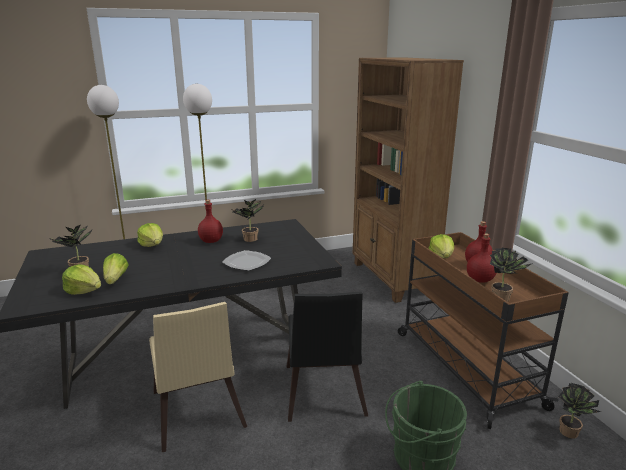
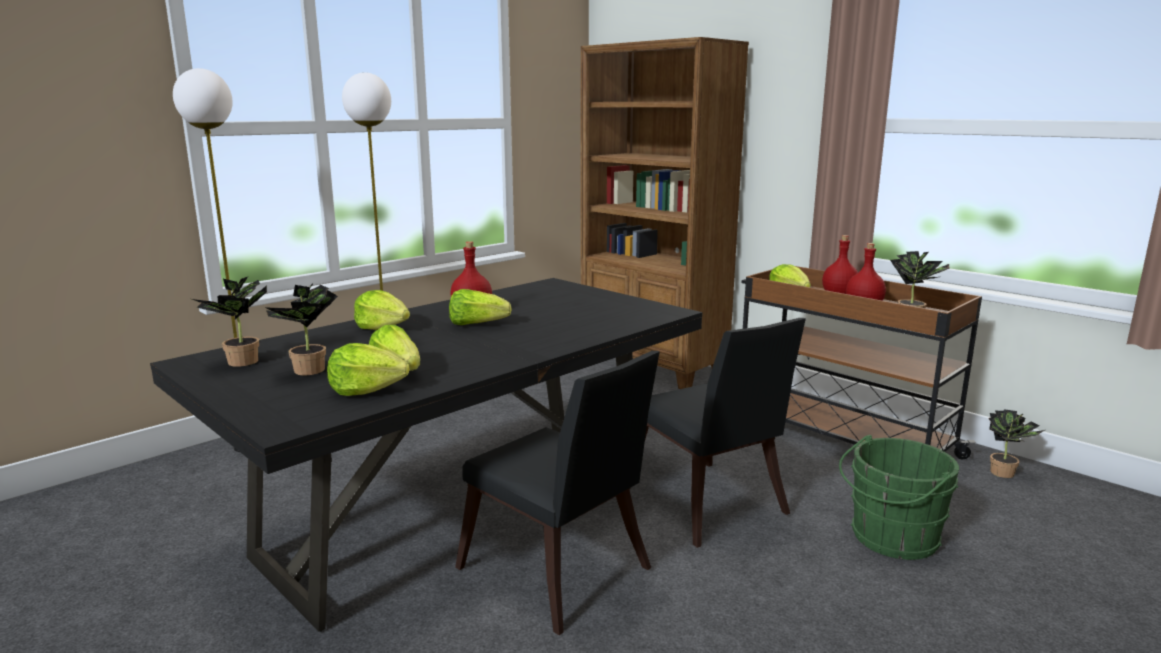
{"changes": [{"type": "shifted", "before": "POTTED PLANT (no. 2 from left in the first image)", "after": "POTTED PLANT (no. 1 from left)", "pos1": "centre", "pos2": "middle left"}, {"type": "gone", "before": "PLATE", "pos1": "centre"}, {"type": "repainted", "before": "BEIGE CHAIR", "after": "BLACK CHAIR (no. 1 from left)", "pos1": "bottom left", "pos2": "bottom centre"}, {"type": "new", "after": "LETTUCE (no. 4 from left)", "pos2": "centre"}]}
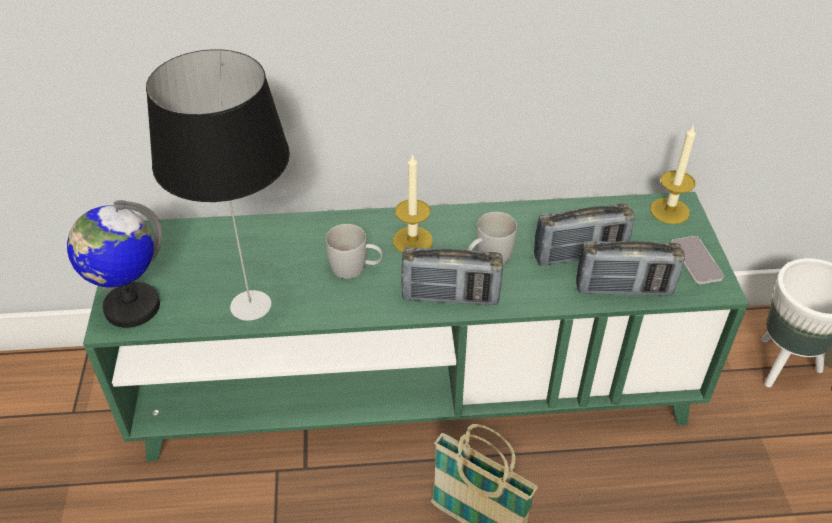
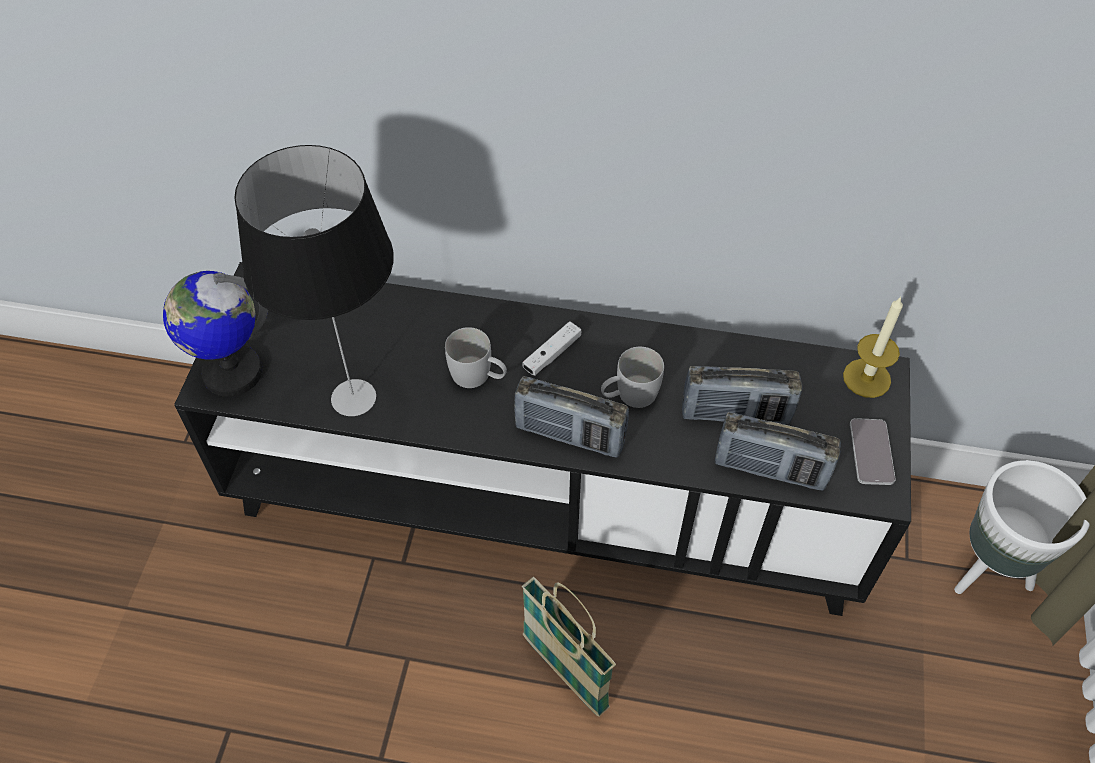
{"changes": [{"type": "swapped", "before": "CANDLE (no. 1 from left)", "after": "WHITE GAME CONTROLLER", "pos1": "centre", "pos2": "centre"}, {"type": "repainted", "before": "GREEN TV STAND", "after": "BLACK TV STAND", "pos1": "centre", "pos2": "centre"}]}
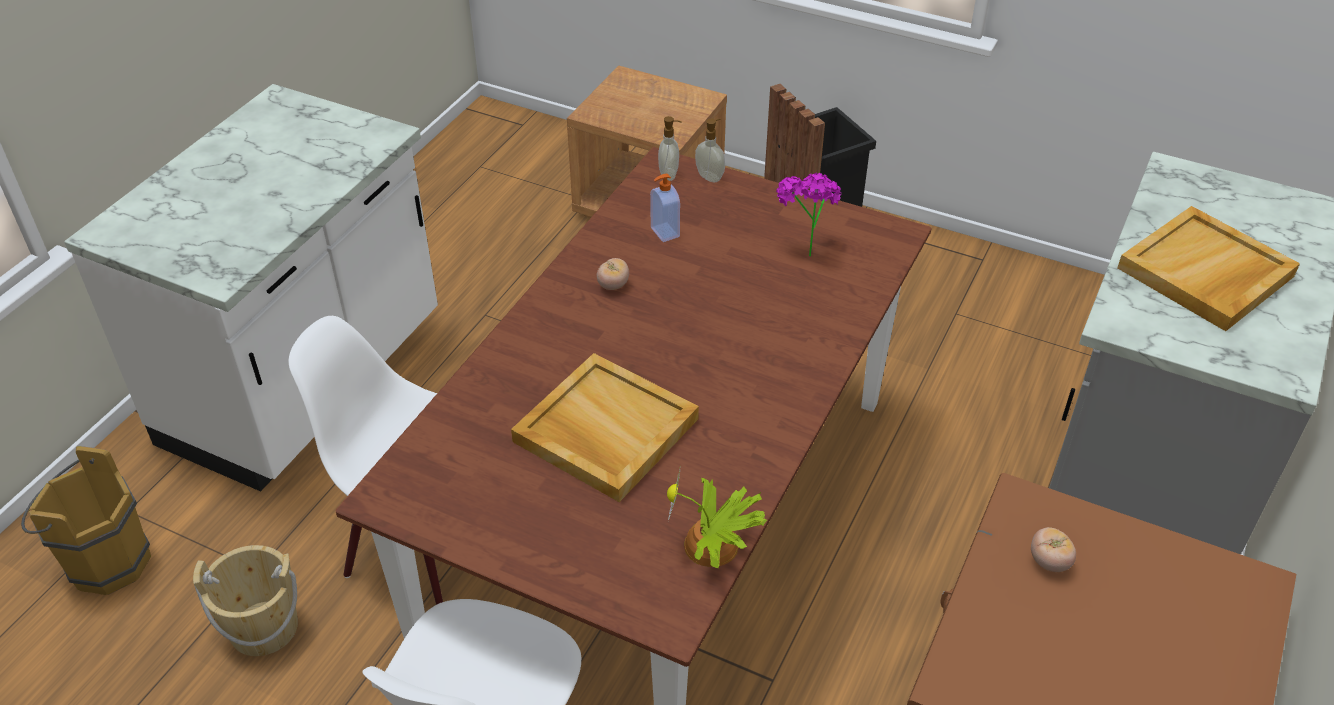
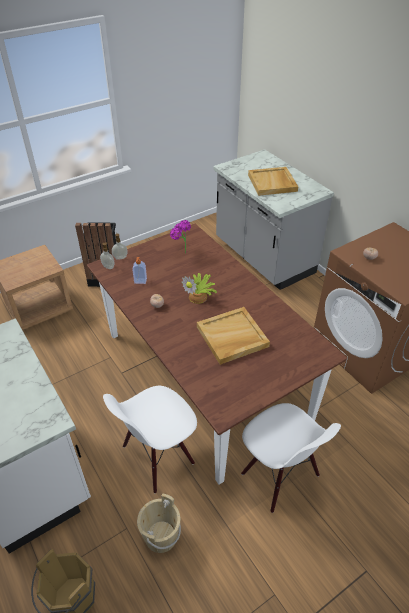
{"changes": [{"type": "shifted", "before": "POTTED PLANT (no. 1 from left in the first image)", "after": "POTTED PLANT (no. 2 from left)", "pos1": "bottom centre", "pos2": "centre"}]}
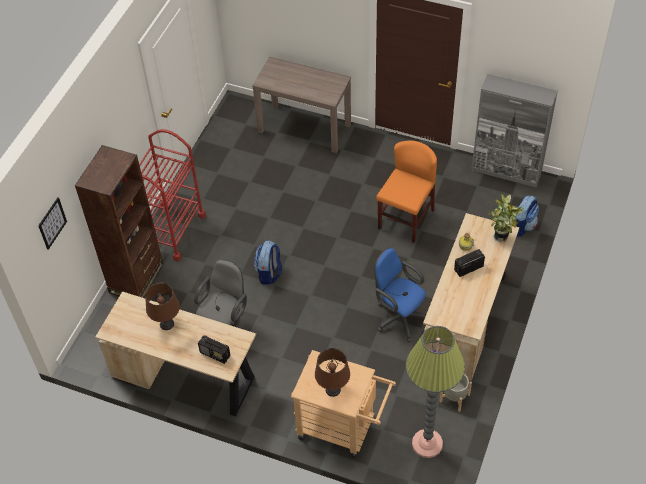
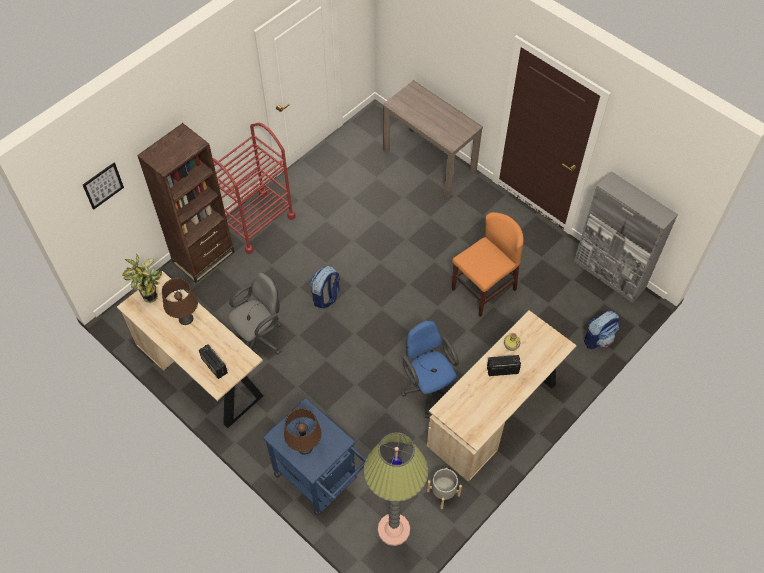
{"changes": [{"type": "shifted", "before": "POTTED PLANT", "pos1": "middle right", "pos2": "middle left"}, {"type": "repainted", "before": "BEIGE CART", "after": "BLUE CART", "pos1": "bottom centre", "pos2": "bottom centre"}]}
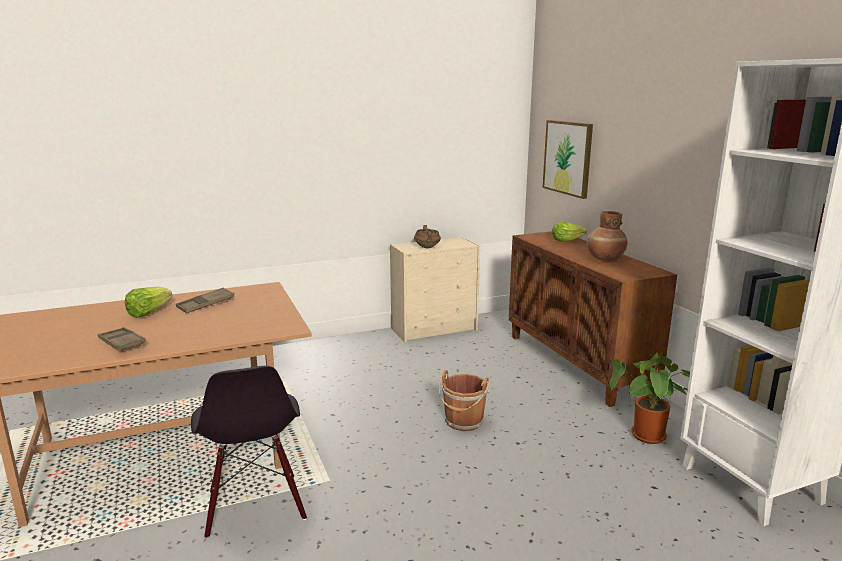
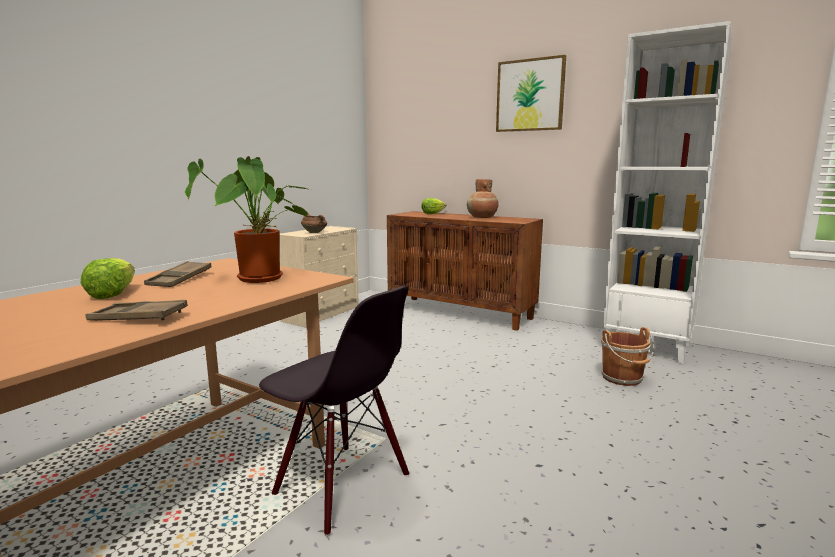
{"changes": [{"type": "shifted", "before": "PICTURE", "pos1": "top right", "pos2": "top centre"}, {"type": "shifted", "before": "POTTED PLANT", "pos1": "bottom right", "pos2": "middle left"}, {"type": "shifted", "before": "BROWN BUCKET", "pos1": "bottom centre", "pos2": "middle right"}]}
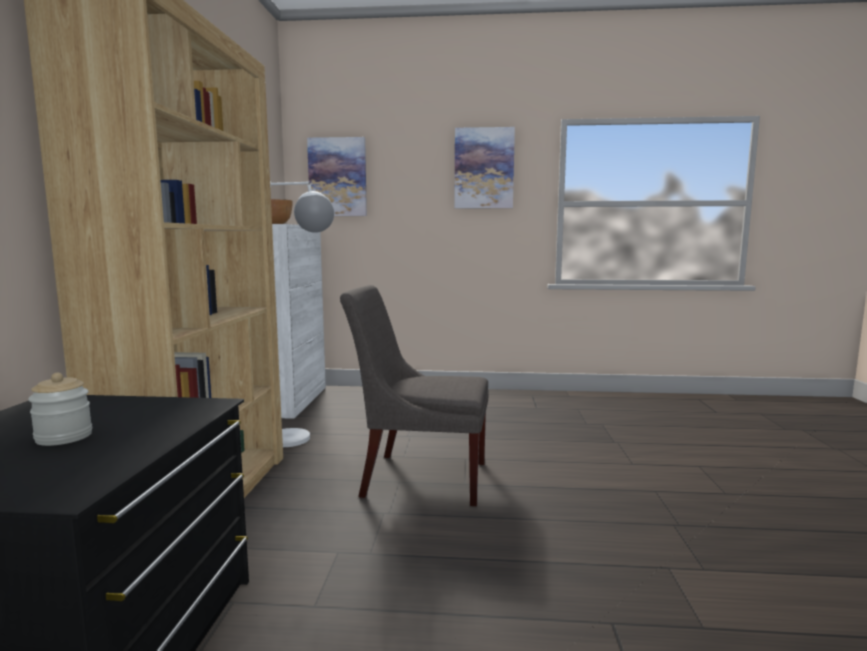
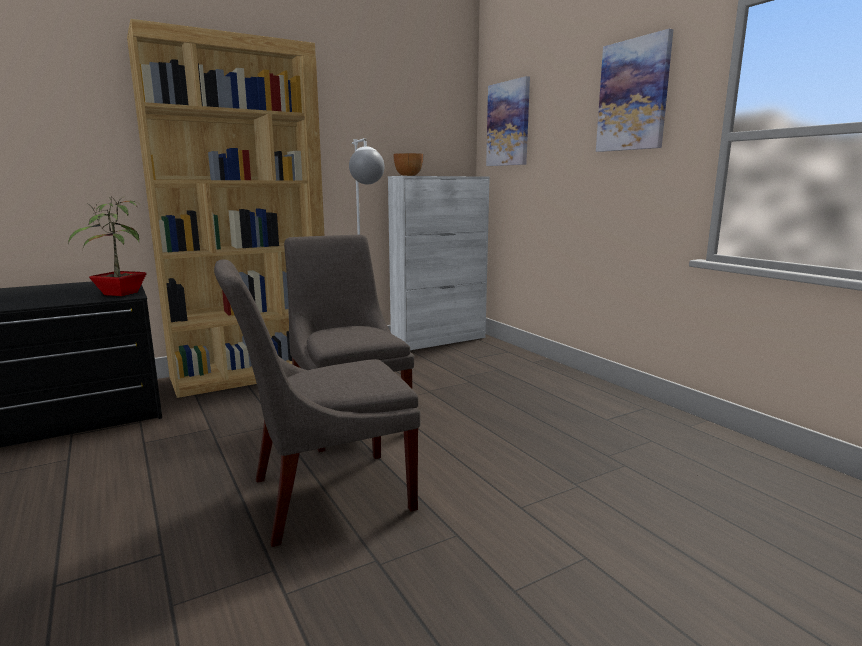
{"changes": [{"type": "gone", "before": "JAR", "pos1": "middle left"}, {"type": "new", "after": "POTTED PLANT", "pos2": "middle left"}, {"type": "new", "after": "GREY CHAIR (no. 1 from left)", "pos2": "centre"}]}
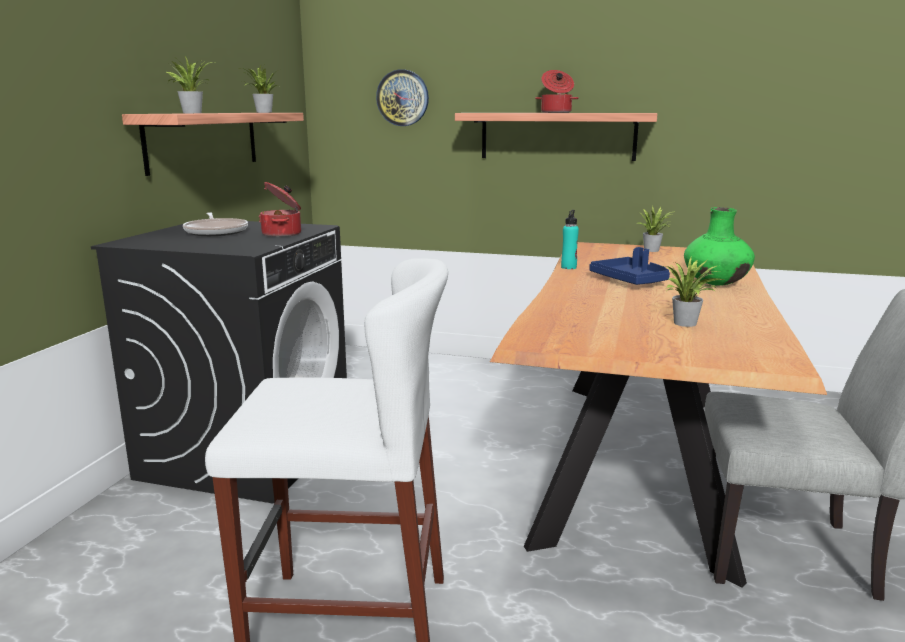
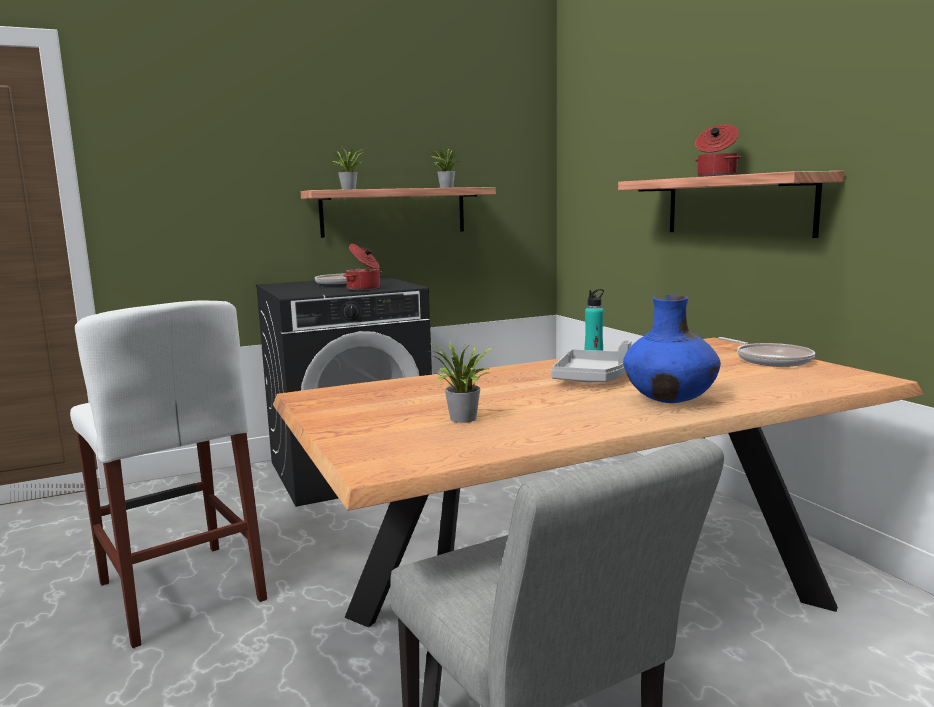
{"changes": [{"type": "gone", "before": "WALL CLOCK", "pos1": "top centre"}, {"type": "swapped", "before": "POTTED PLANT (no. 3 from left)", "after": "FRYING PAN (no. 2 from left)", "pos1": "middle right", "pos2": "middle right"}, {"type": "repainted", "before": "GREEN VASE", "after": "BLUE VASE", "pos1": "middle right", "pos2": "middle right"}, {"type": "repainted", "before": "BLUE TRAY", "after": "GREY TRAY", "pos1": "middle right", "pos2": "centre"}]}
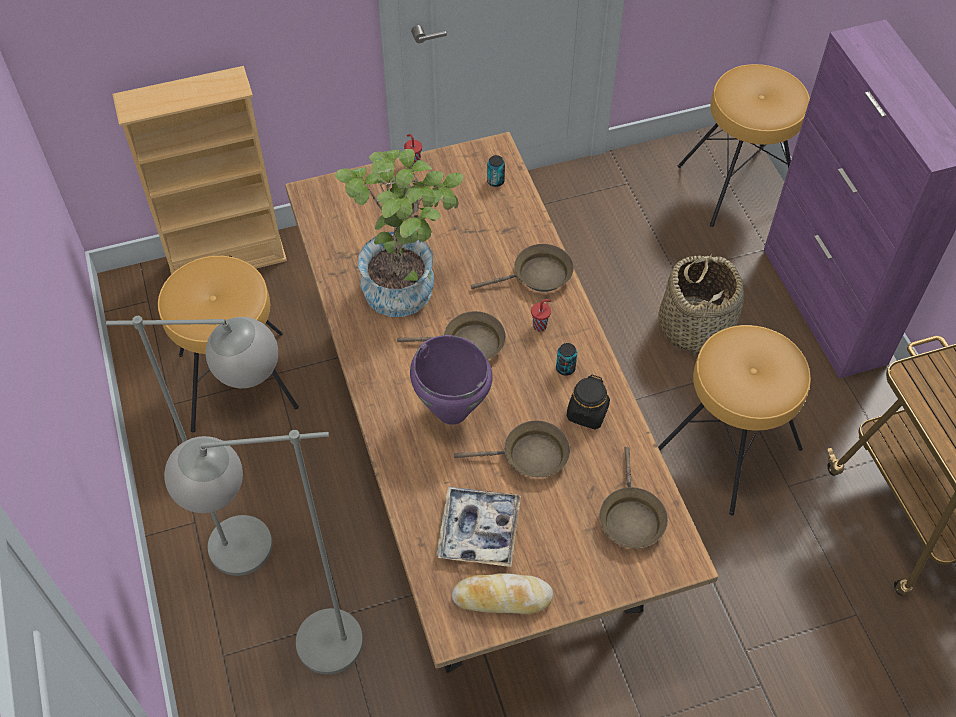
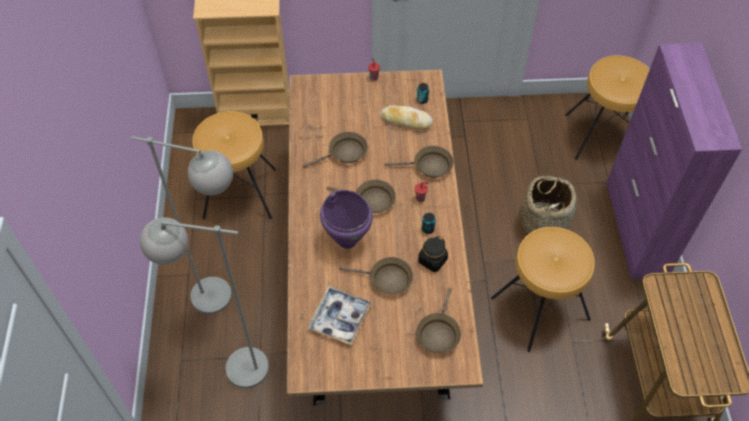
{"changes": [{"type": "swapped", "before": "POTTED PLANT", "after": "BROWN FRYING PAN (no. 1 from left)", "pos1": "top centre", "pos2": "centre"}, {"type": "shifted", "before": "BREAD", "pos1": "bottom centre", "pos2": "top centre"}]}
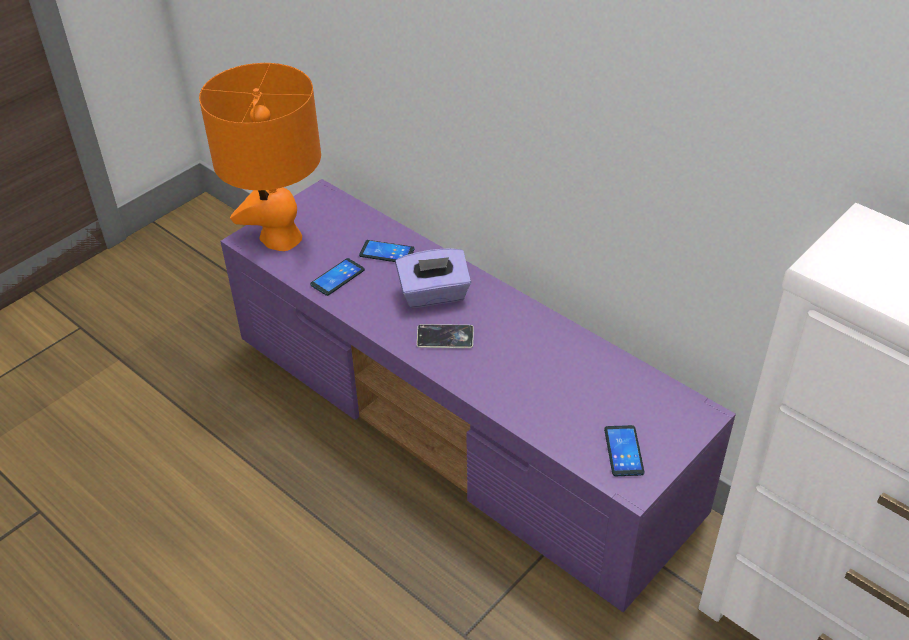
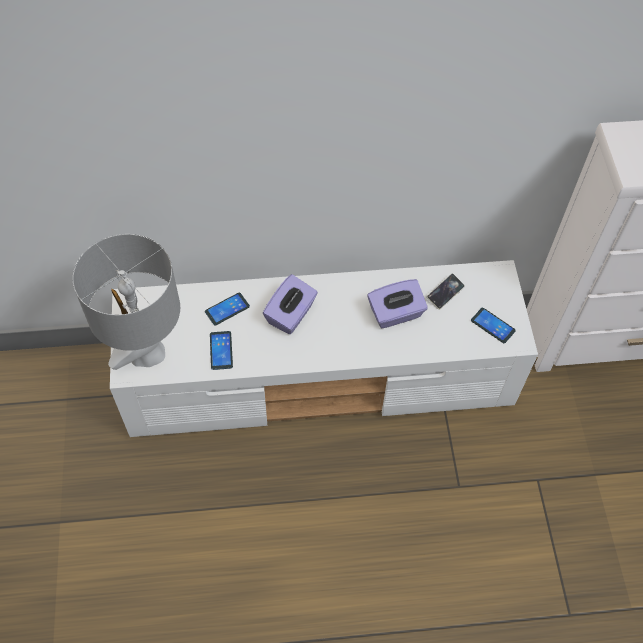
{"changes": [{"type": "repainted", "before": "ORANGE TABLE LAMP", "after": "GREY TABLE LAMP", "pos1": "top left", "pos2": "middle left"}, {"type": "repainted", "before": "PURPLE TV STAND", "after": "WHITE TV STAND", "pos1": "centre", "pos2": "centre"}, {"type": "shifted", "before": "PHONE (no. 3 from left)", "pos1": "centre", "pos2": "middle right"}, {"type": "new", "after": "PURPLE TISSUE BOX (no. 2 from left)", "pos2": "centre"}]}
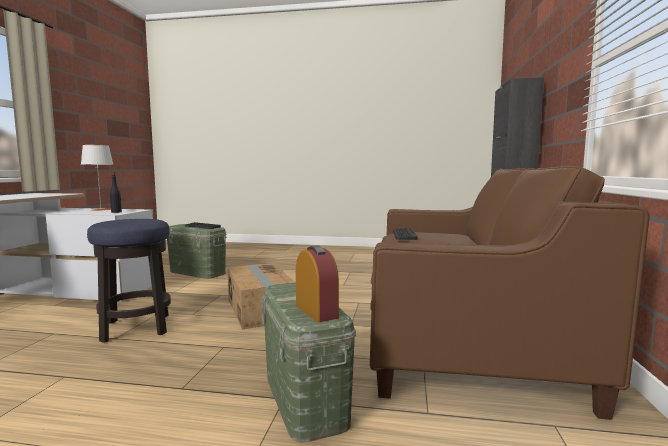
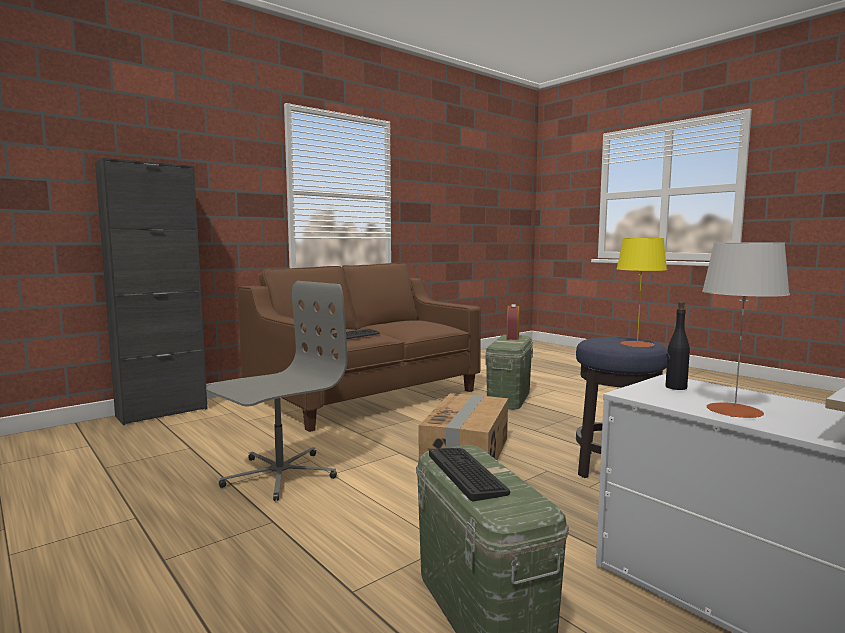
{"changes": [{"type": "new", "after": "YELLOW TABLE LAMP", "pos2": "middle right"}, {"type": "new", "after": "GREY OFFICE CHAIR", "pos2": "middle left"}]}
